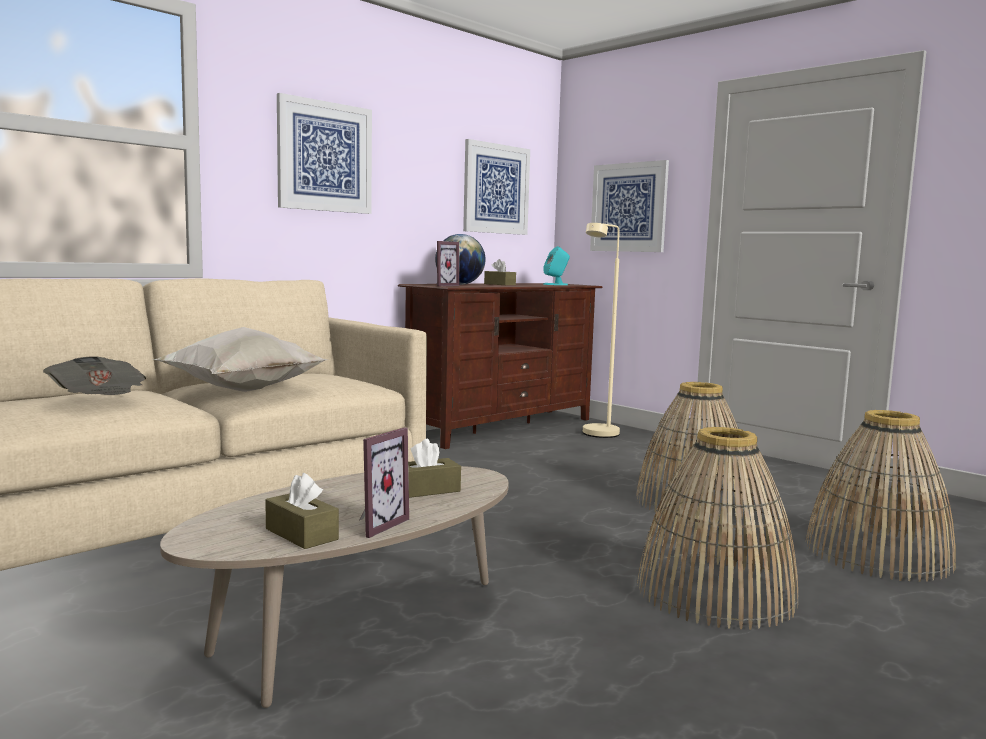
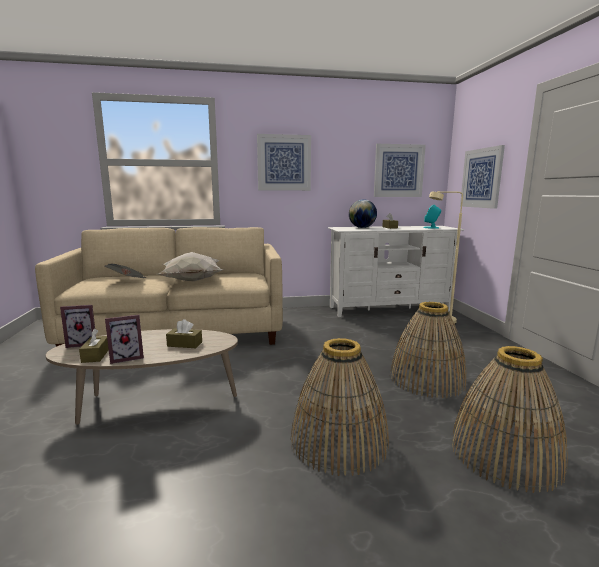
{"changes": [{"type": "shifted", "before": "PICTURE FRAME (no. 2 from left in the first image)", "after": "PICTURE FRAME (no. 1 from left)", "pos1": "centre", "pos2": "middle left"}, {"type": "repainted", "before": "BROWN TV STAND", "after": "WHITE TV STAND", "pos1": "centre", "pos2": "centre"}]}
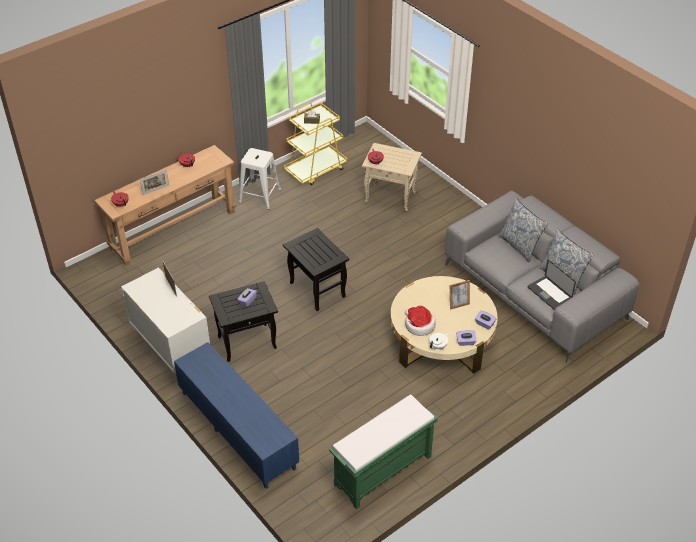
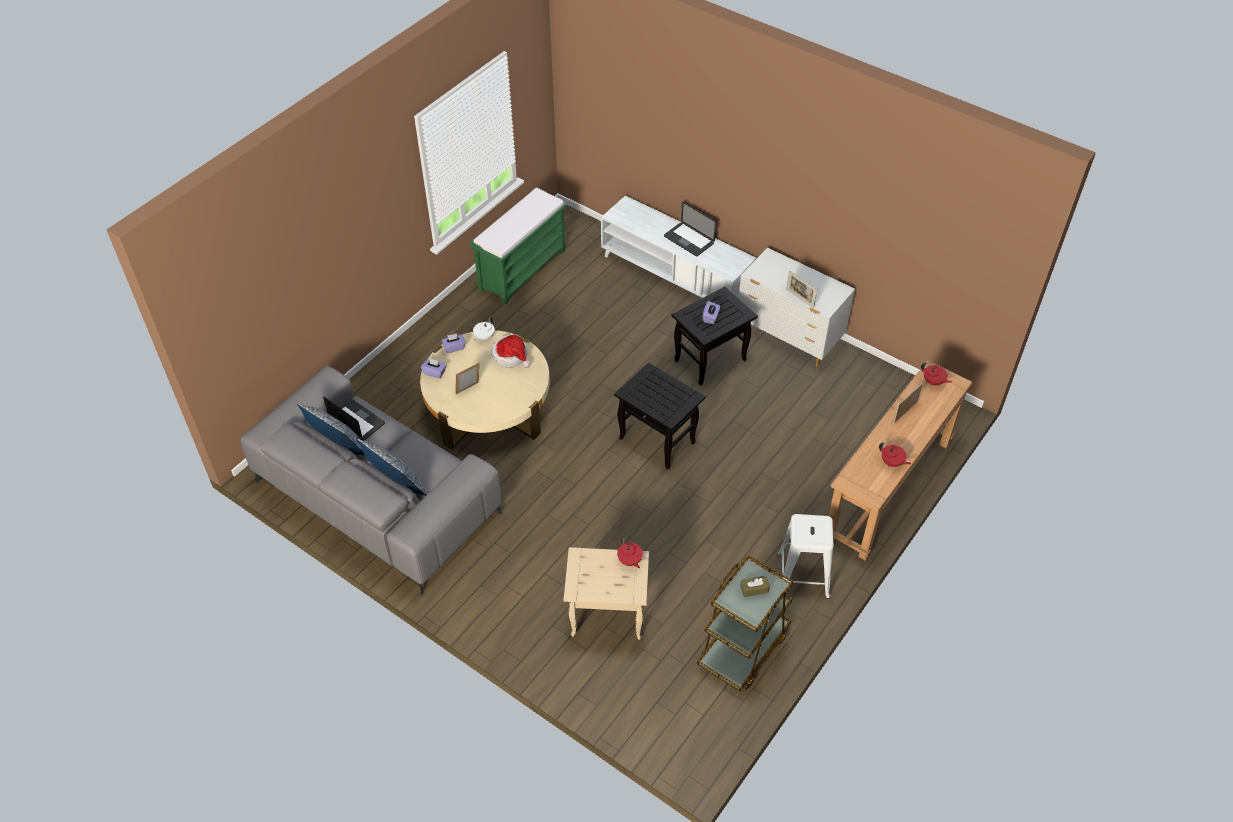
{"changes": [{"type": "repainted", "before": "YELLOW CART", "after": "BROWN CART", "pos1": "top centre", "pos2": "bottom centre"}, {"type": "repainted", "before": "BLUE TV STAND", "after": "WHITE TV STAND", "pos1": "bottom centre", "pos2": "top centre"}, {"type": "new", "after": "LAPTOP (no. 2 from left)", "pos2": "top centre"}]}
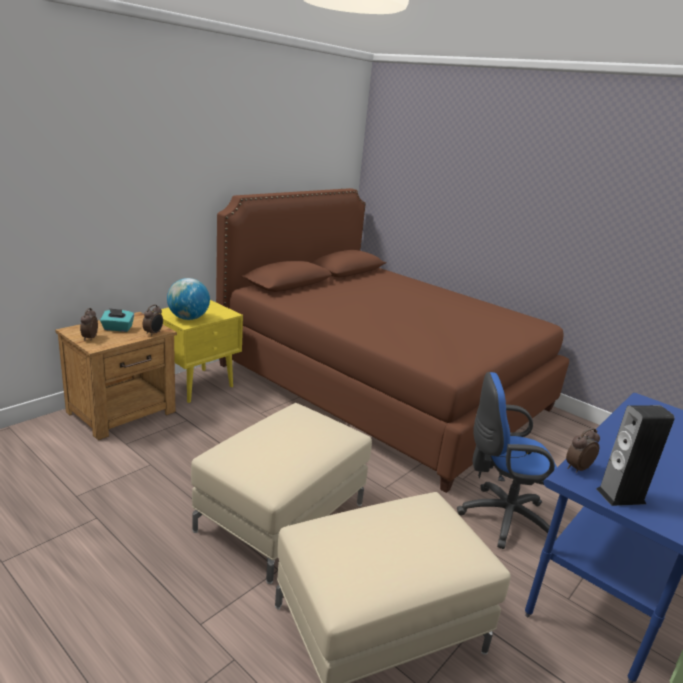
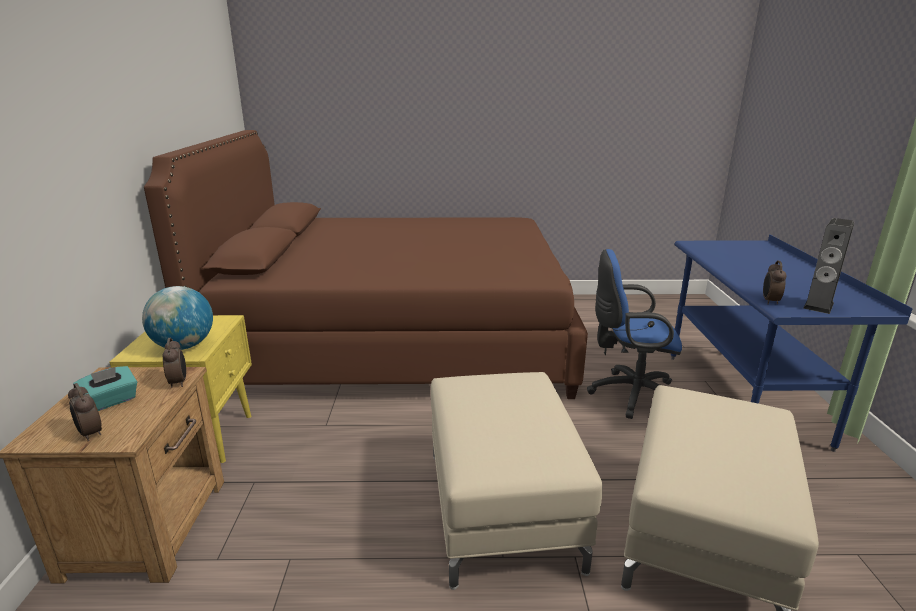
{"changes": [{"type": "rotated", "before": "BLUE OFFICE CHAIR", "pos1": "bottom right", "pos2": "middle right", "turn": 45}]}
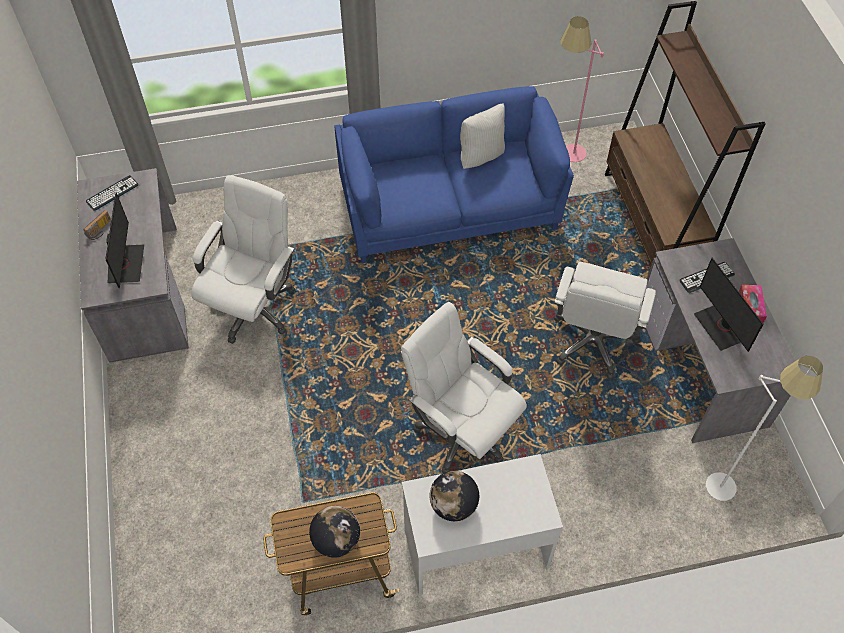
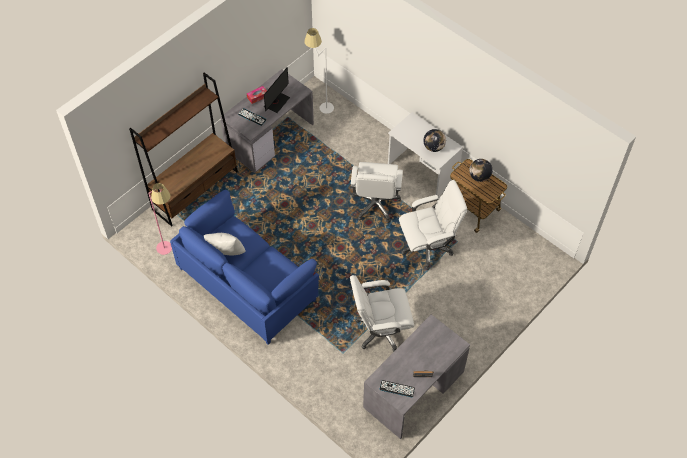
{"changes": [{"type": "gone", "before": "MONITOR (no. 1 from left)", "pos1": "middle left"}, {"type": "shifted", "before": "WHITE OFFICE CHAIR (no. 3 from left)", "pos1": "middle right", "pos2": "centre"}]}
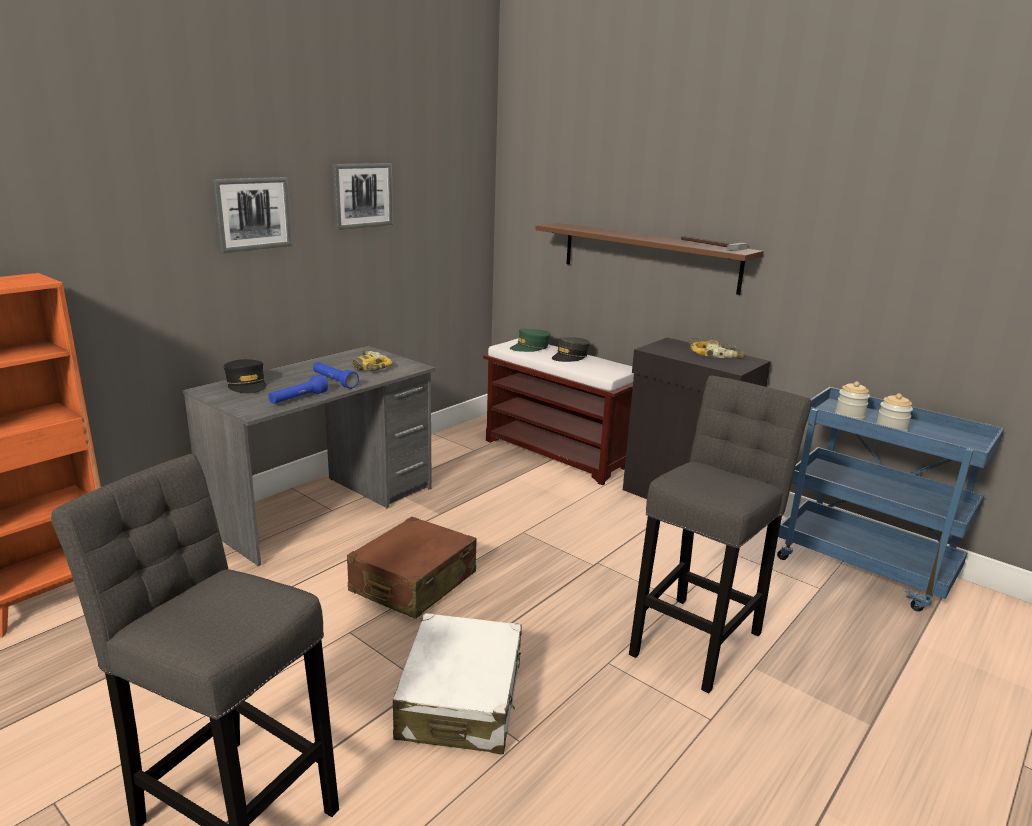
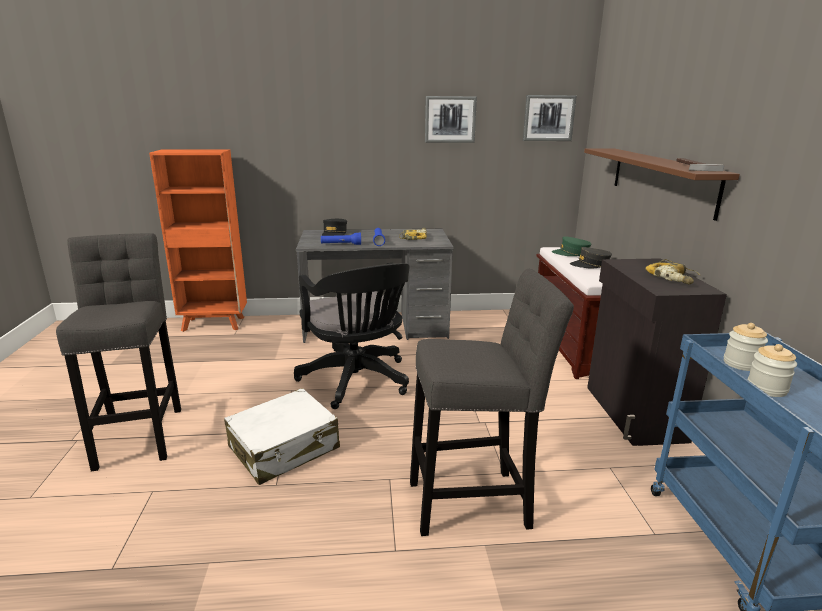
{"changes": [{"type": "shifted", "before": "PICTURE (no. 1 from left in the first image)", "after": "PICTURE (no. 2 from left)", "pos1": "top left", "pos2": "top right"}, {"type": "swapped", "before": "BROWN SUITCASE", "after": "BLACK OFFICE CHAIR", "pos1": "bottom centre", "pos2": "centre"}]}
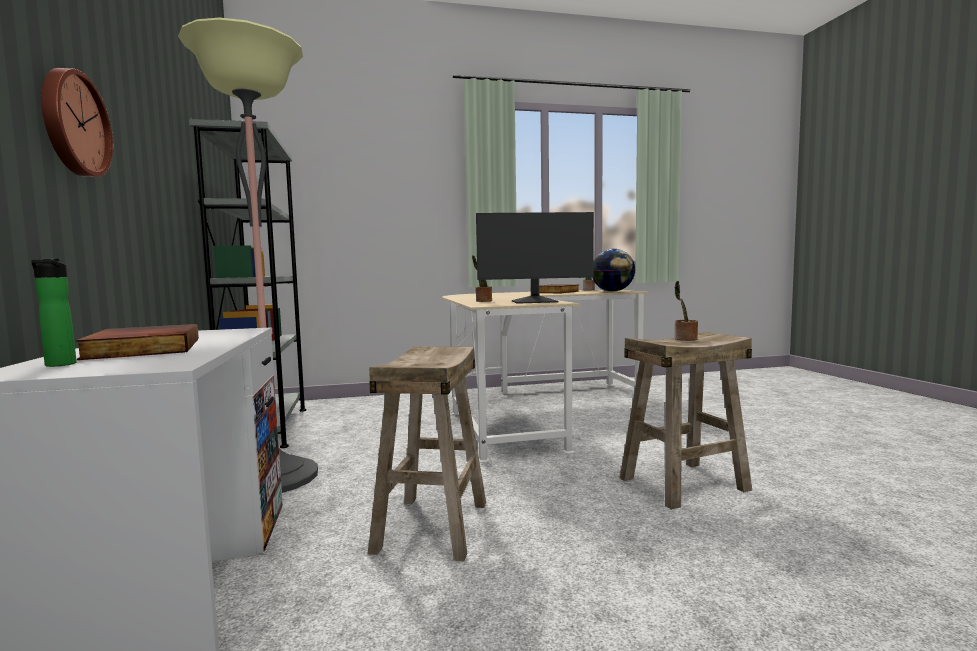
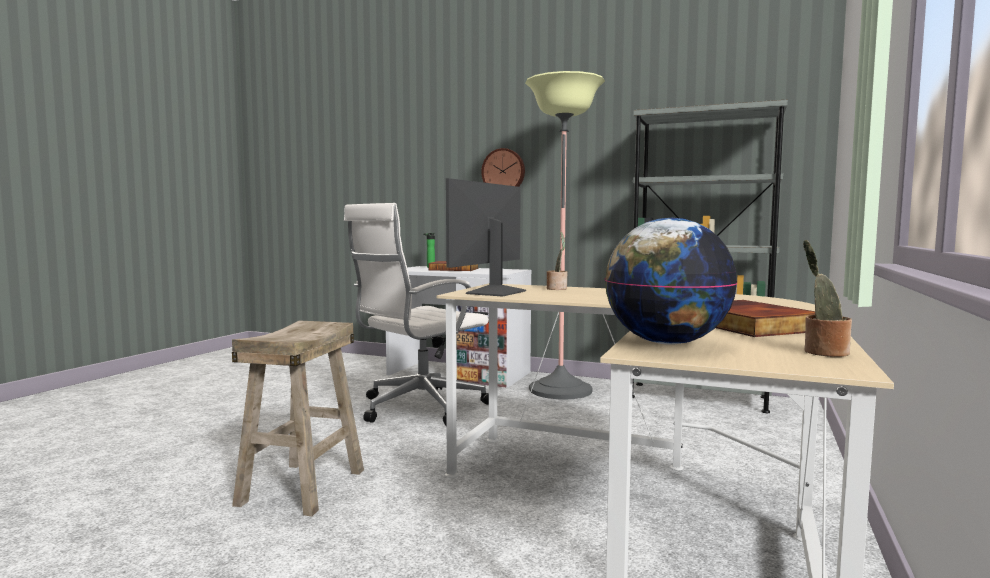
{"changes": [{"type": "gone", "before": "POTTED PLANT (no. 3 from left)", "pos1": "middle right"}, {"type": "swapped", "before": "BEIGE STOOL (no. 1 from left)", "after": "WHITE OFFICE CHAIR", "pos1": "bottom centre", "pos2": "centre"}]}
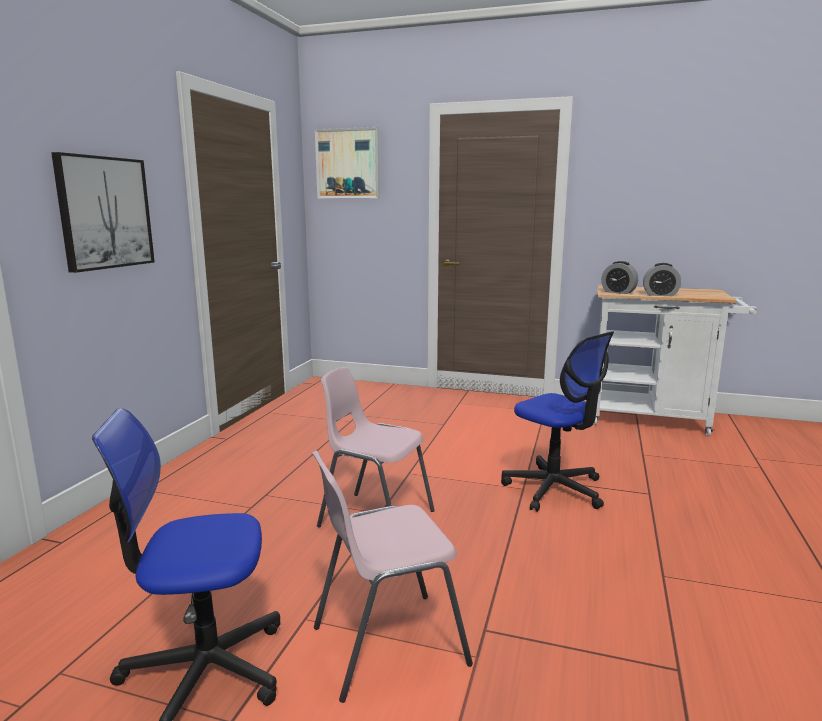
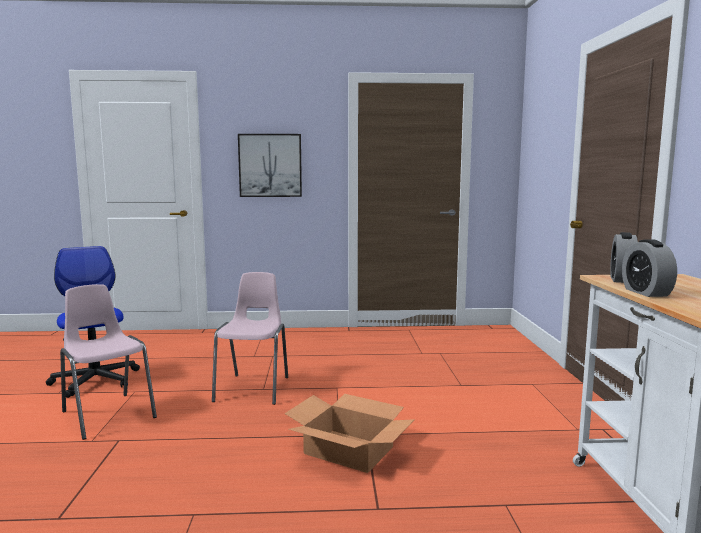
{"changes": [{"type": "gone", "before": "PICTURE (no. 2 from left)", "pos1": "top centre"}, {"type": "swapped", "before": "OFFICE CHAIR (no. 2 from left)", "after": "CARDBOARD BOX", "pos1": "middle right", "pos2": "bottom centre"}]}
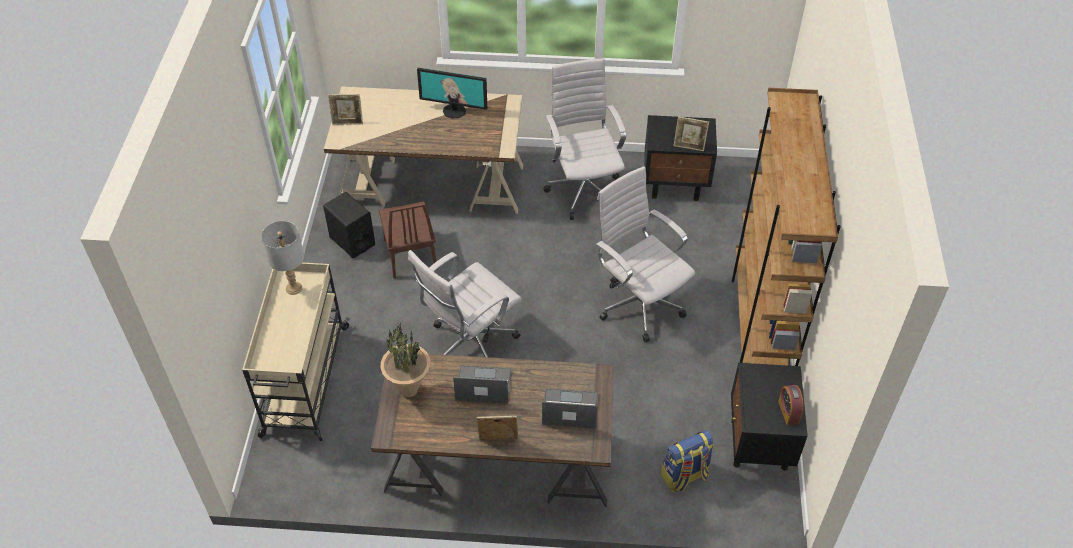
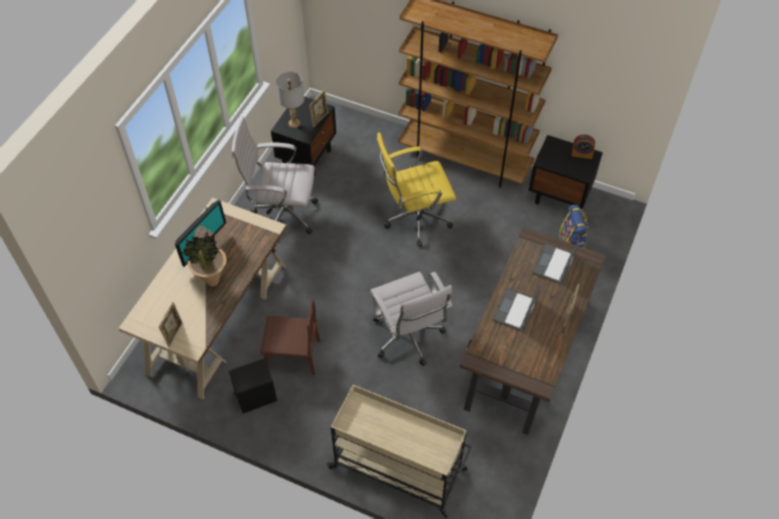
{"changes": [{"type": "repainted", "before": "WHITE OFFICE CHAIR (no. 3 from left)", "after": "YELLOW OFFICE CHAIR", "pos1": "centre", "pos2": "centre"}, {"type": "shifted", "before": "GREY TABLE LAMP", "pos1": "middle left", "pos2": "top centre"}, {"type": "shifted", "before": "POTTED PLANT", "pos1": "centre", "pos2": "middle left"}]}
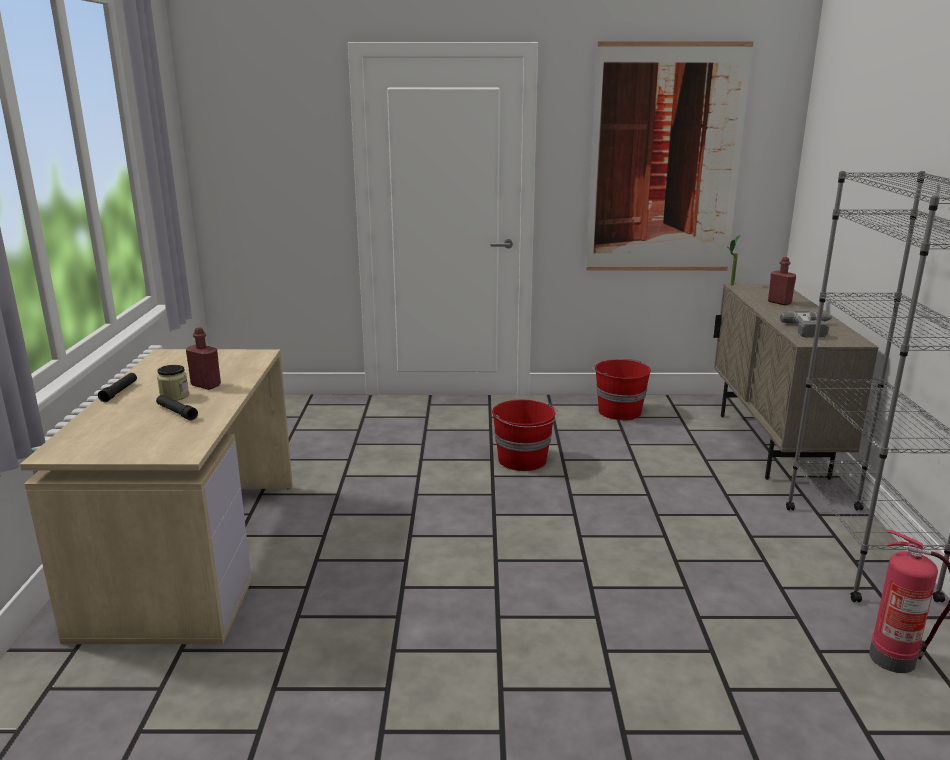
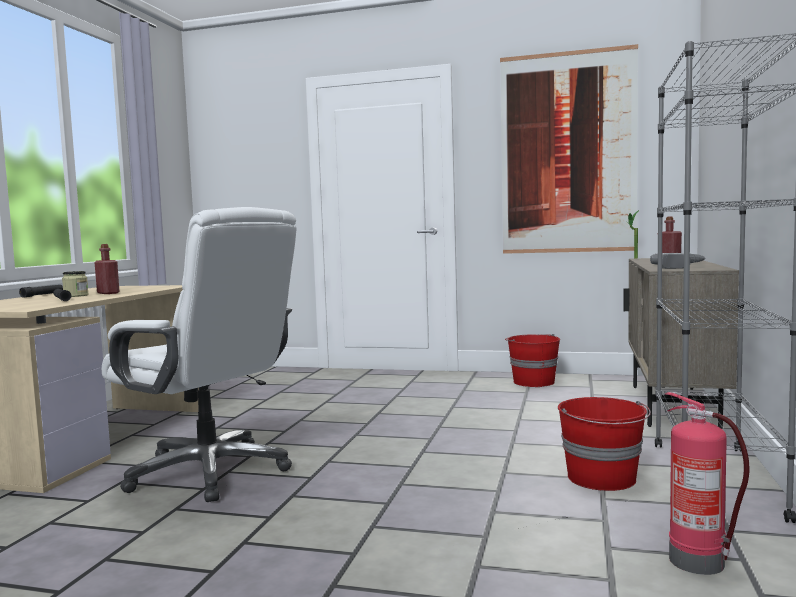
{"changes": [{"type": "shifted", "before": "RED BUCKET (no. 1 from left in the first image)", "after": "RED BUCKET (no. 2 from left)", "pos1": "centre", "pos2": "bottom right"}, {"type": "new", "after": "WHITE OFFICE CHAIR", "pos2": "middle left"}]}
